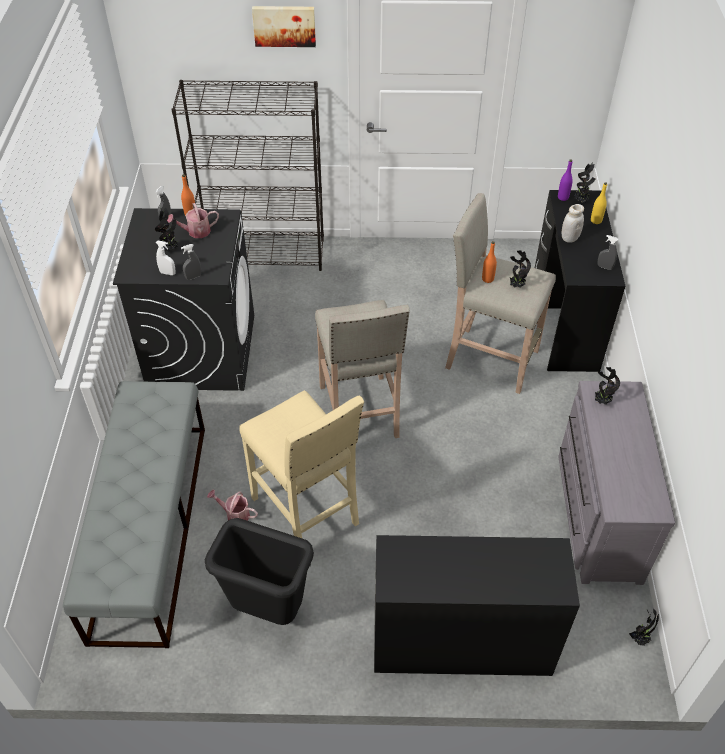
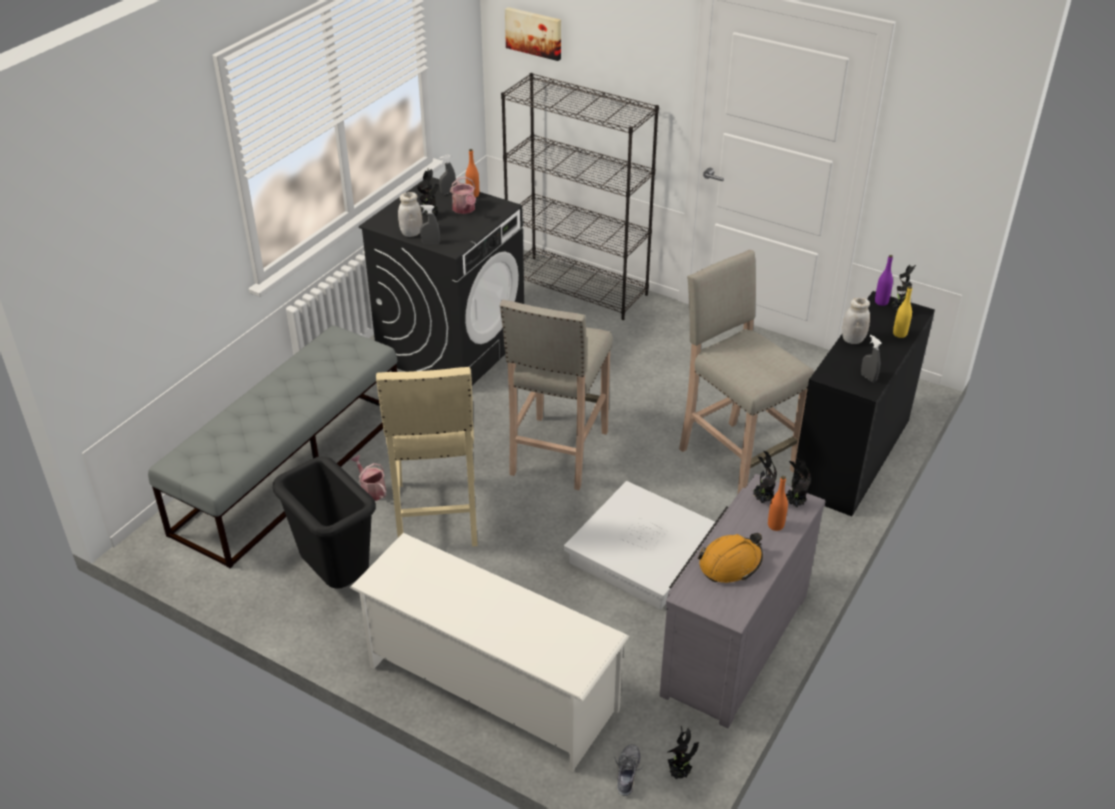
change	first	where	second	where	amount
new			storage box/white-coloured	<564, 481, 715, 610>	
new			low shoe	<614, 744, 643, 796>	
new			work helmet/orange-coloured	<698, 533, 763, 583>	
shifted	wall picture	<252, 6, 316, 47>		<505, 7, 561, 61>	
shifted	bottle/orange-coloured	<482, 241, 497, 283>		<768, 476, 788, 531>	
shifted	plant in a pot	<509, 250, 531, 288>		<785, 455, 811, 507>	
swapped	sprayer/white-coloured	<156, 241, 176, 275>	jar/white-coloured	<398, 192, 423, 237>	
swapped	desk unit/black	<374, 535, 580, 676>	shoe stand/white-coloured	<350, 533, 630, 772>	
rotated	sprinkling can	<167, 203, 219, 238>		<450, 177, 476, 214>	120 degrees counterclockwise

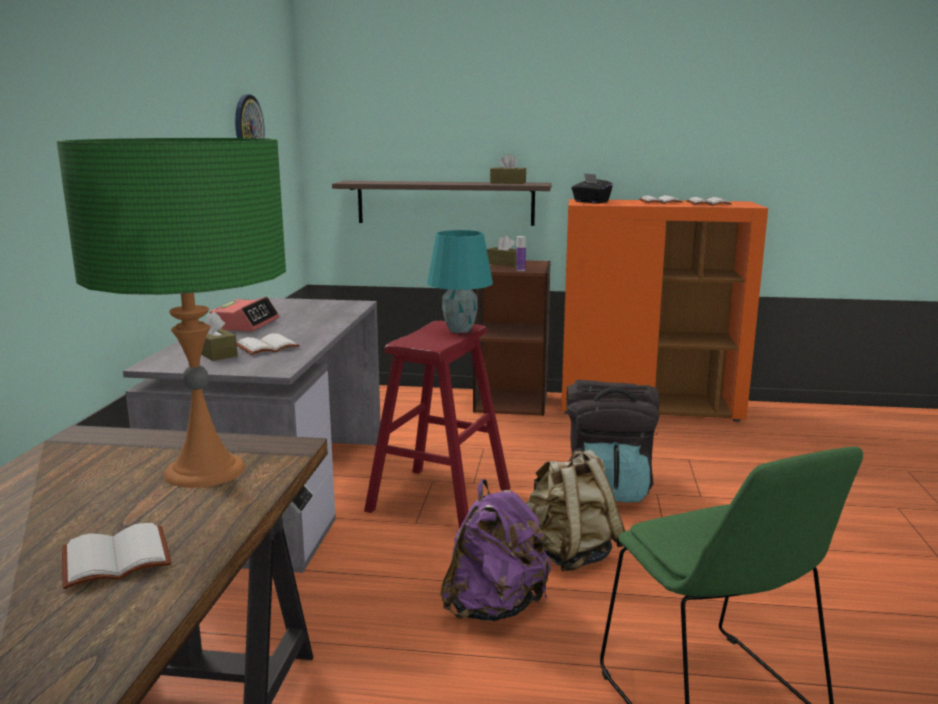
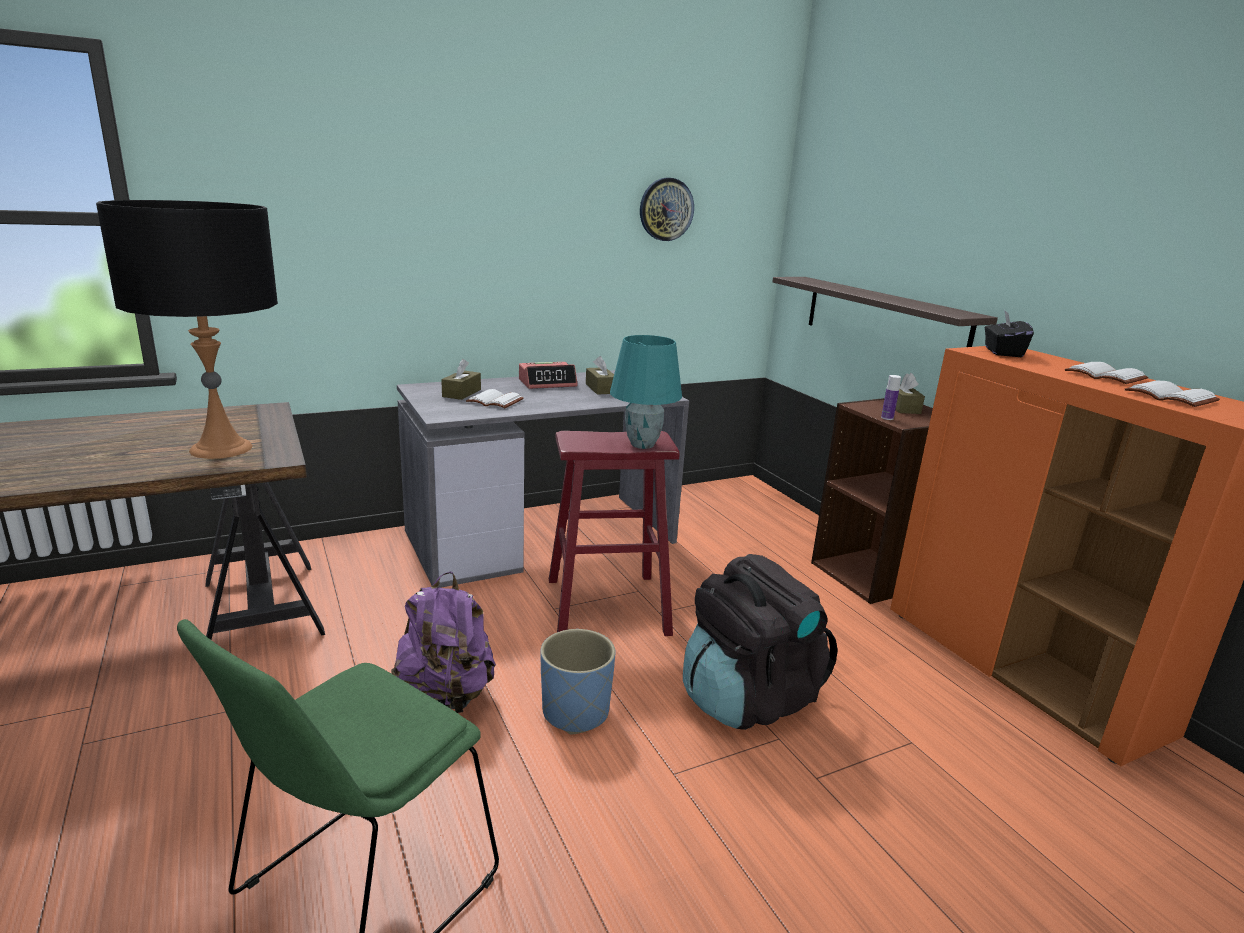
change	first	where	second	where	amount
gone	bound book/white-coloured	<62, 523, 171, 589>			
shifted	tissue holder/brown-coloured	<490, 154, 526, 184>		<586, 356, 614, 395>	
swapped	rucksack/sand-coloured	<525, 450, 625, 571>	plant pot/blue-coloured	<540, 629, 616, 735>	
repainted	lamp for a table/green	<57, 138, 286, 488>	lamp for a table/black	<96, 200, 278, 459>	

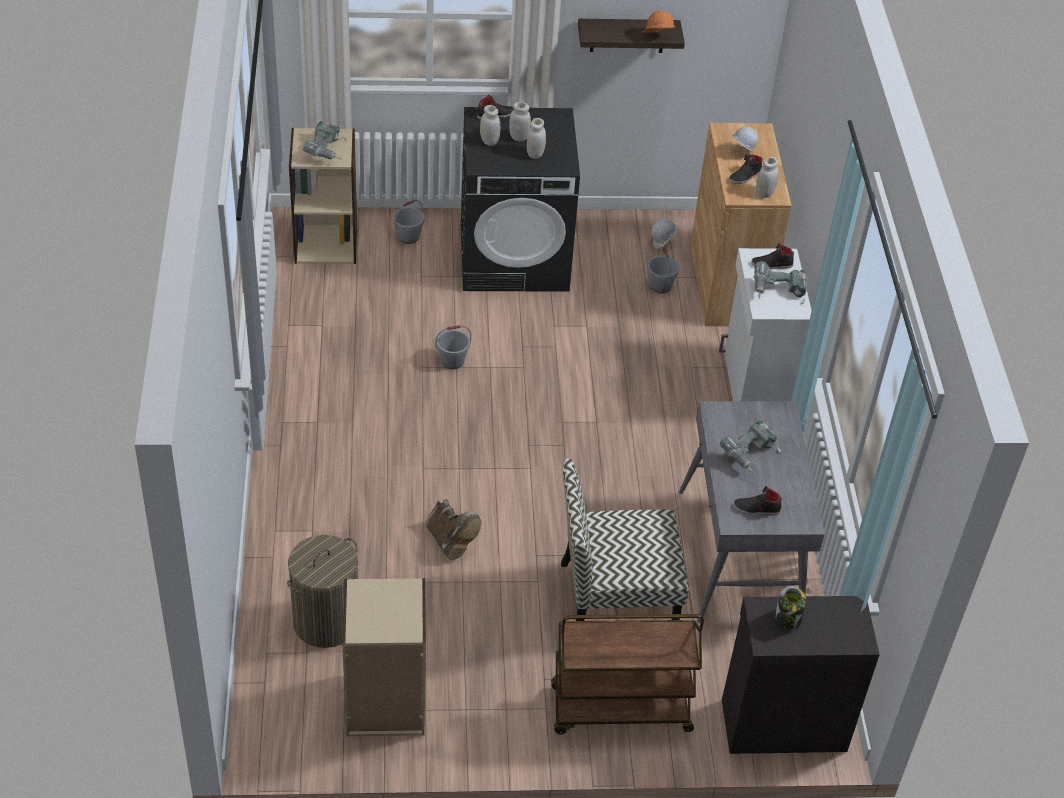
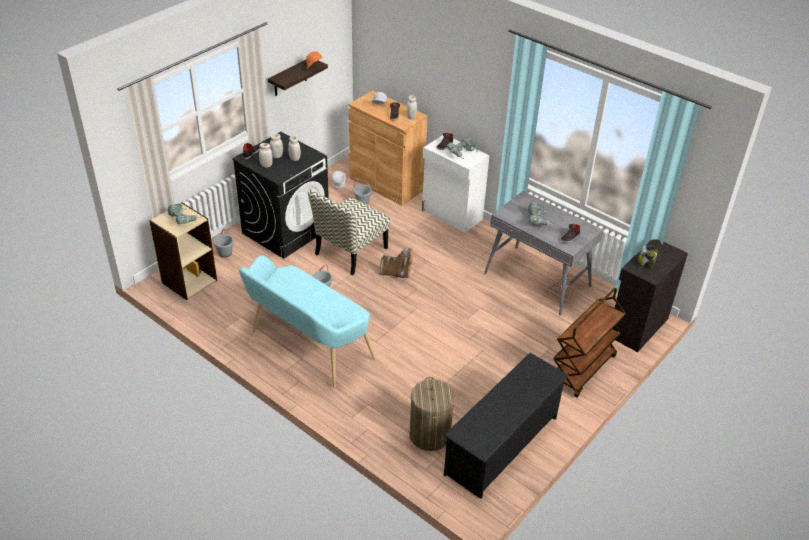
change	first	where	second	where	amount
new			indoor bench/turquoise-coloured	<239, 256, 376, 388>	
shifted	boot/brown-coloured	<426, 499, 482, 560>		<380, 248, 413, 278>	
shifted	upright chair	<561, 459, 689, 621>		<308, 190, 390, 275>	
swapped	bookcase/sand-coloured	<342, 578, 426, 737>	shoe stand/black	<444, 353, 569, 499>	

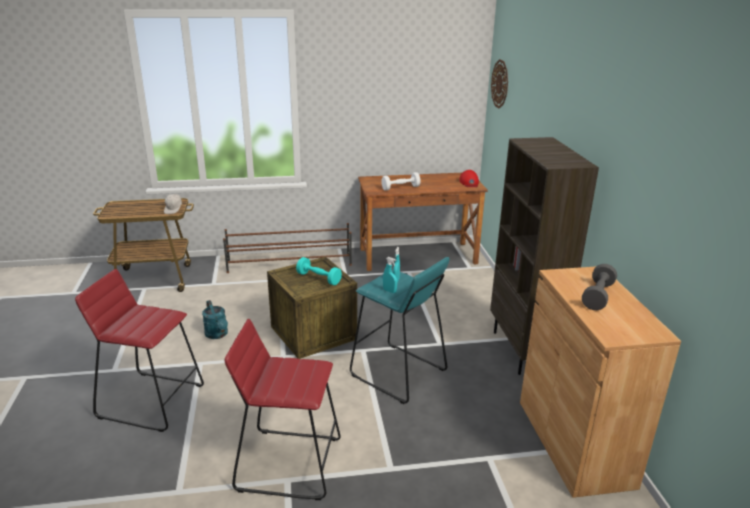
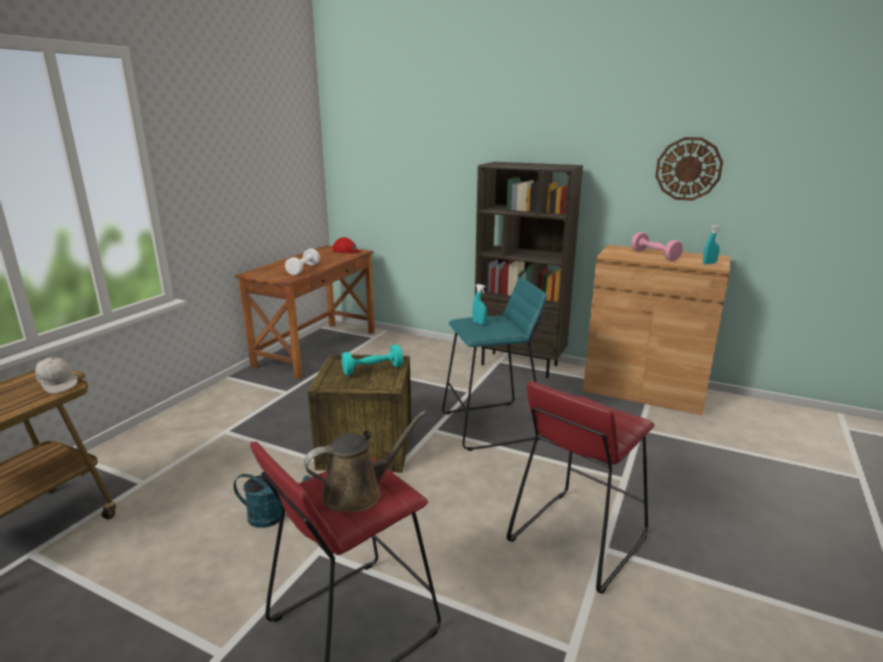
change	first	where	second	where	amount
gone	shoe stand/brown-coloured	<223, 223, 352, 273>			
new			sprinkling can/brown-coloured	<304, 411, 427, 512>	
shifted	sprayer/turquoise-coloured	<383, 257, 397, 293>		<703, 224, 722, 264>	
shifted	hanging clock	<491, 59, 508, 108>		<655, 137, 723, 201>	
repainted	free weight/greyish	<582, 264, 617, 310>	free weight/pinkish	<631, 232, 683, 261>	

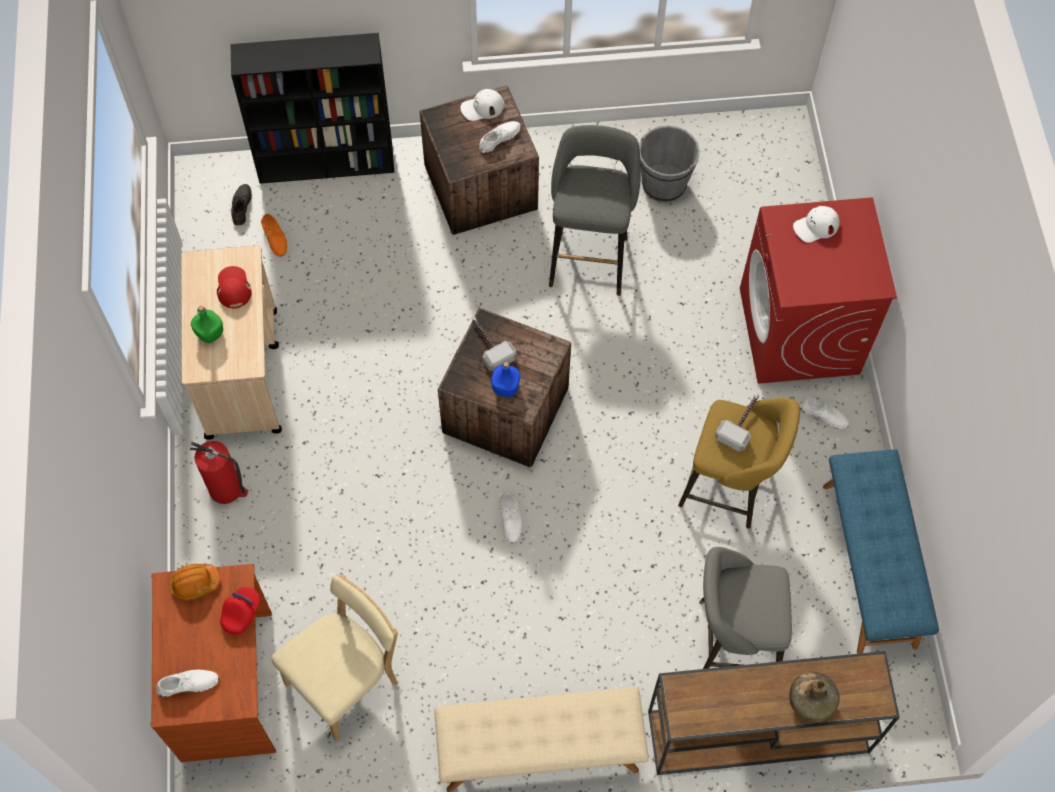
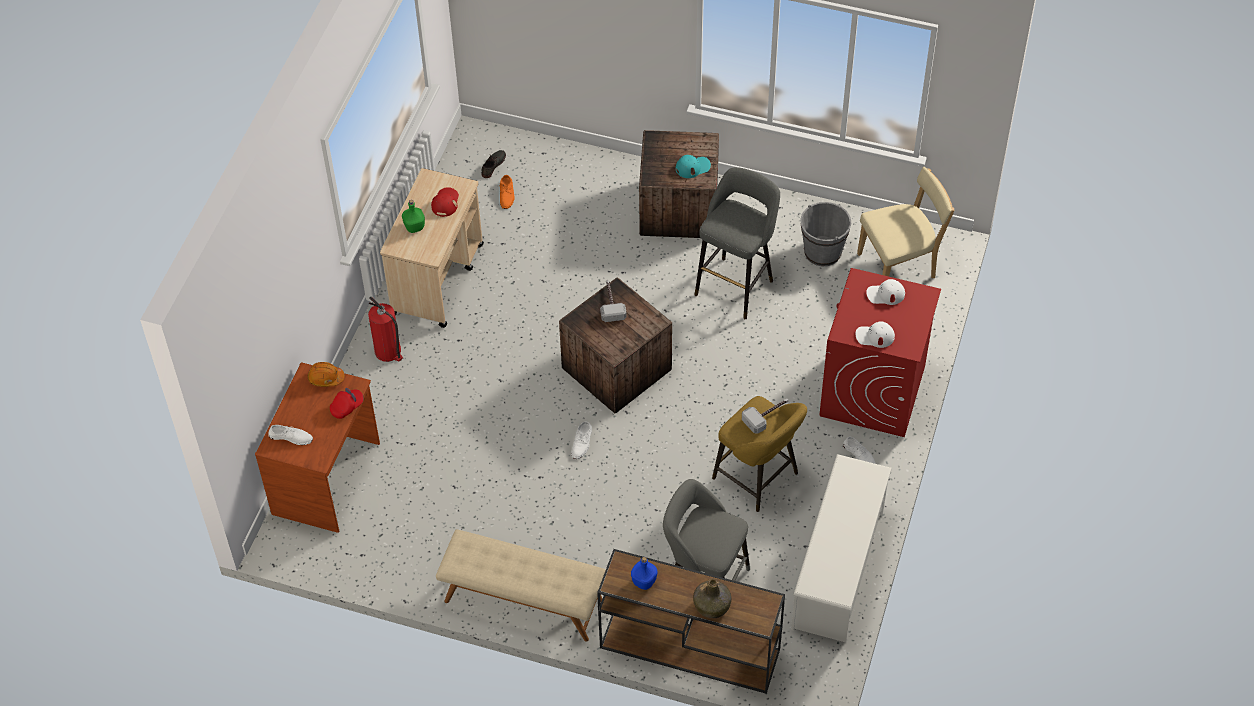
change	first	where	second	where	amount
gone	bookcase/black	<231, 33, 394, 184>			
shifted	upright chair/sand-coloured	<272, 574, 398, 741>		<857, 167, 955, 278>	
shifted	cap/white-coloured	<461, 89, 504, 121>		<855, 321, 895, 348>	
shifted	bottle/blue-coloured	<491, 362, 520, 397>		<631, 557, 657, 590>	
swapped	low shoe/white-coloured	<479, 121, 521, 154>	cap/turquoise-coloured	<676, 155, 711, 178>	
swapped	indoor bench/blue-coloured	<823, 449, 939, 654>	shoe stand/white-coloured	<791, 454, 892, 642>	

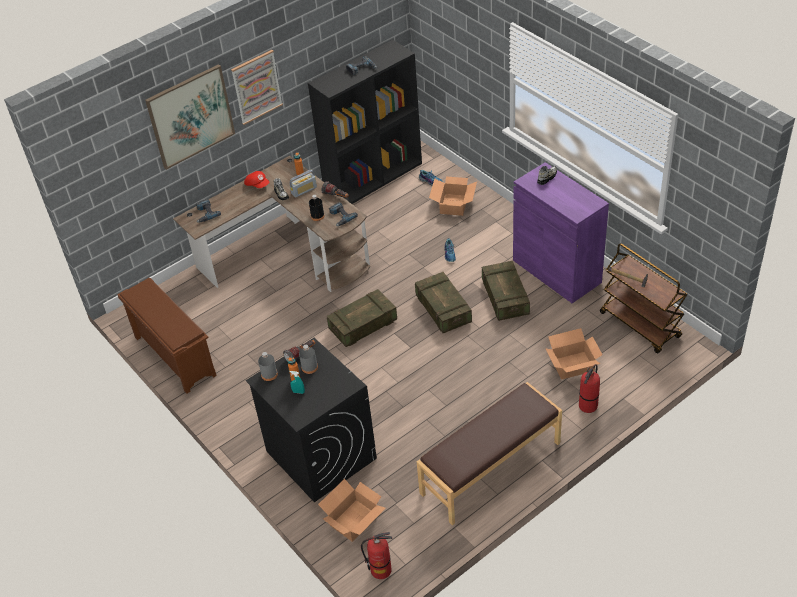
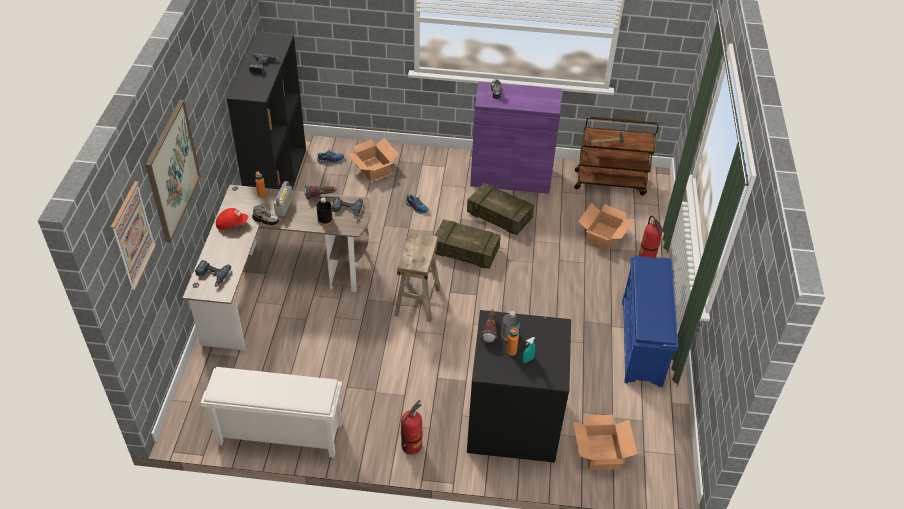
change	first	where	second	where	amount
gone	bottle/greyish	<258, 352, 278, 381>			
shifted	wall picture	<231, 50, 283, 125>		<111, 181, 156, 291>	
shifted	extinguisher	<361, 532, 392, 579>		<401, 400, 423, 455>	
swapped	crate	<327, 289, 397, 347>	sitting stool/sand-coloured	<394, 232, 440, 322>	
swapped	indoor bench/brown-coloured	<417, 382, 562, 525>	shoe stand/blue-coloured	<622, 256, 678, 387>	
repainted	shoe stand/brown-coloured	<117, 278, 217, 394>	shoe stand/white-coloured	<200, 367, 342, 458>	

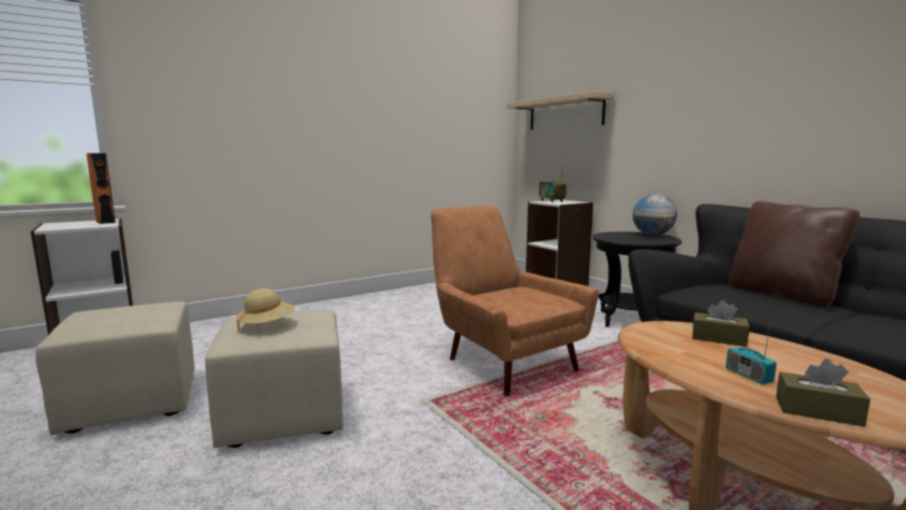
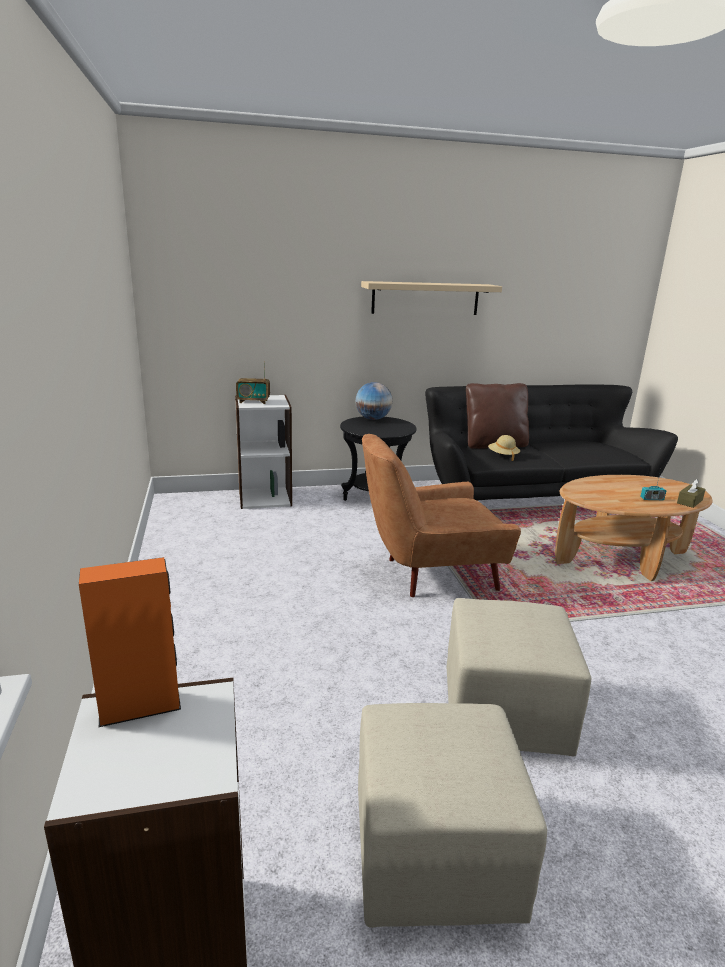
change	first	where	second	where	amount
gone	tissue holder/brown-coloured	<692, 300, 750, 347>			
shifted	clothing hat/sand-coloured	<236, 288, 295, 332>		<488, 435, 520, 461>	
shifted	shelf/sand-coloured	<507, 91, 615, 130>		<361, 281, 502, 315>	

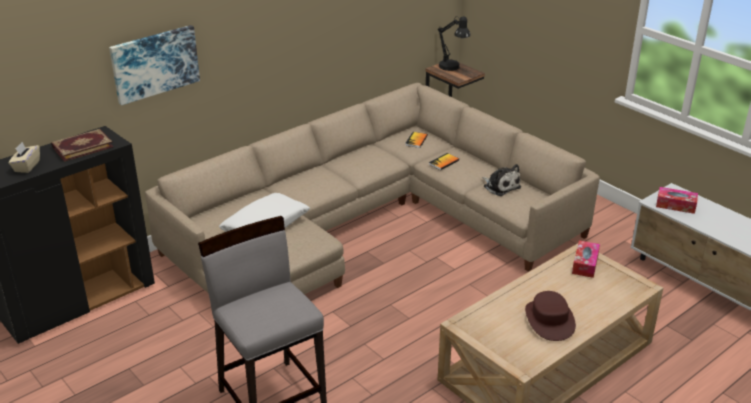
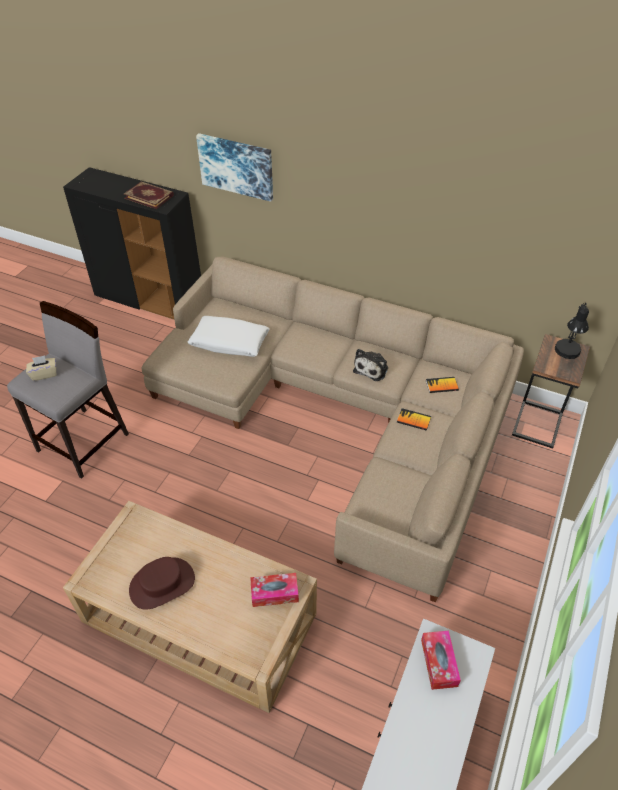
change	first	where	second	where	amount
shifted	tissue holder/sand-coloured	<9, 142, 40, 173>		<26, 355, 56, 381>	
shifted	cuddly toy	<482, 164, 521, 196>		<353, 349, 388, 381>	

